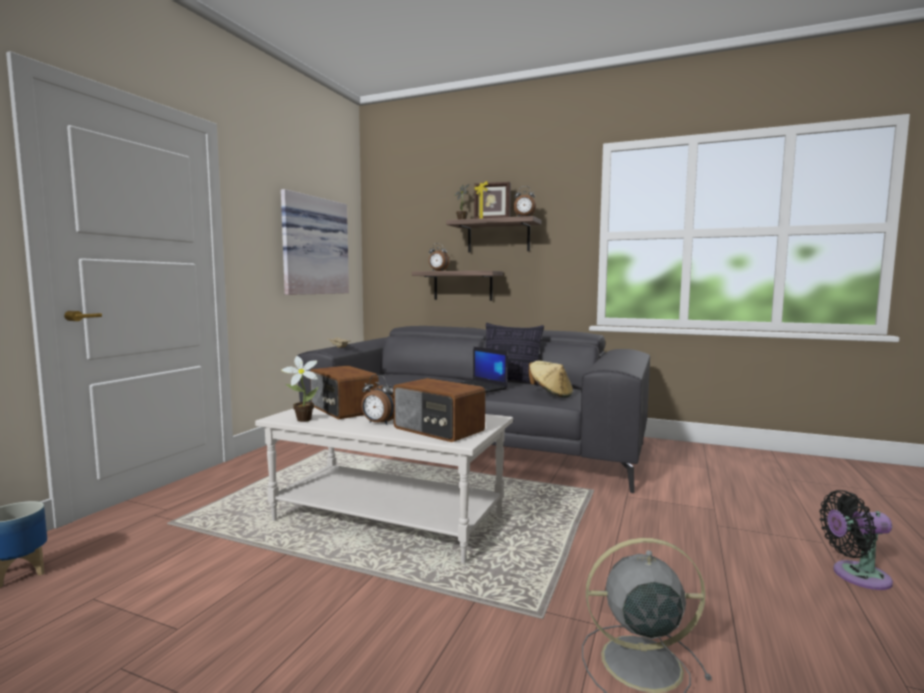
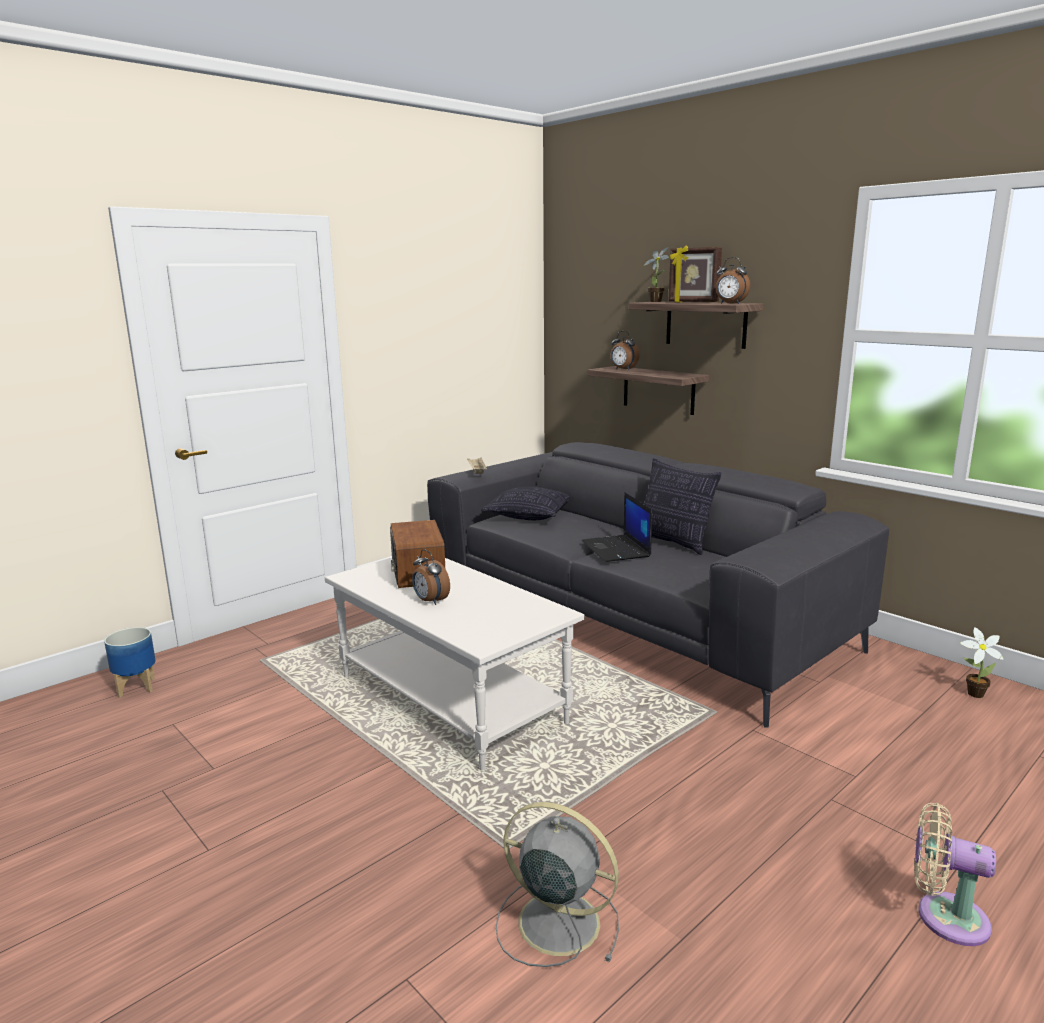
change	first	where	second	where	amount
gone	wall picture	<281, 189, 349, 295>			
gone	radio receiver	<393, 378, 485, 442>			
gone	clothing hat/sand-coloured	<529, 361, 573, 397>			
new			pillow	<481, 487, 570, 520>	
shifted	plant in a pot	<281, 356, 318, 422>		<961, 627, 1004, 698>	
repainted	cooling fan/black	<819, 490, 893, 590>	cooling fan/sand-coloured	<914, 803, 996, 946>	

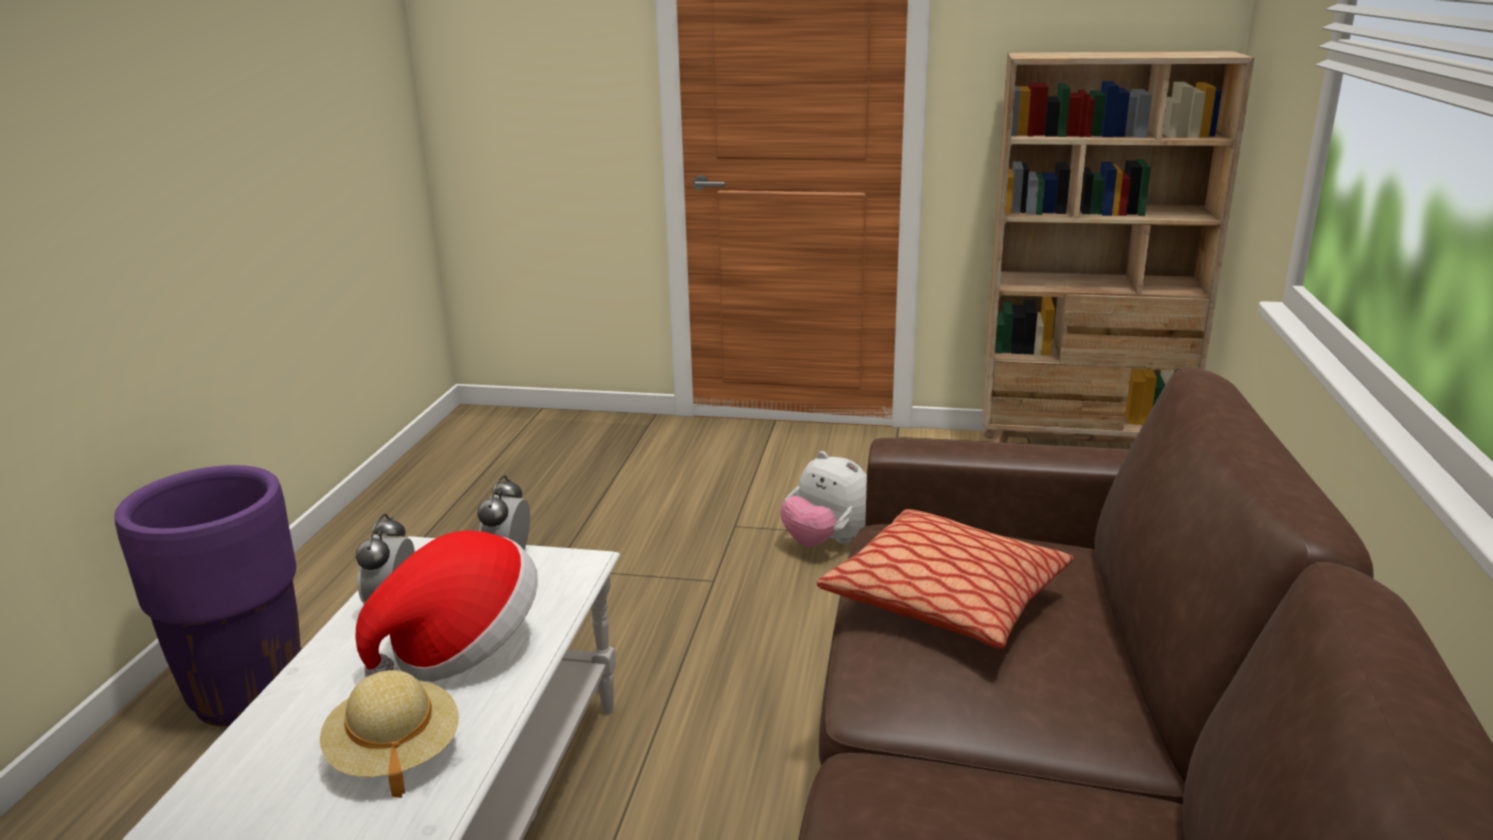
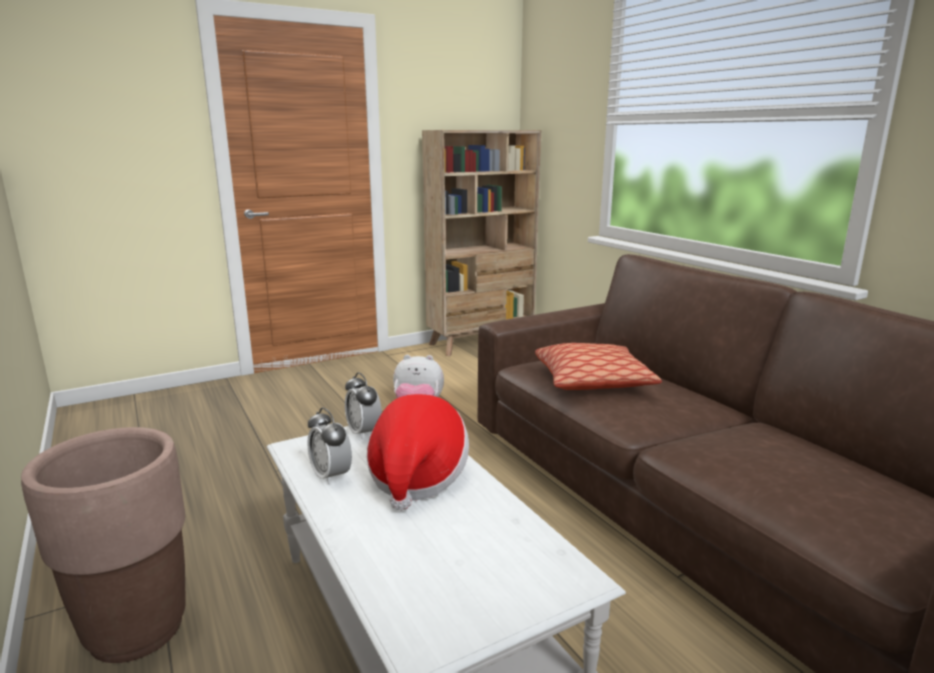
change	first	where	second	where	amount
gone	clothing hat/sand-coloured	<320, 670, 459, 798>			
repainted	plant pot/purple-coloured	<114, 465, 301, 727>	plant pot/brown-coloured	<21, 427, 186, 663>	

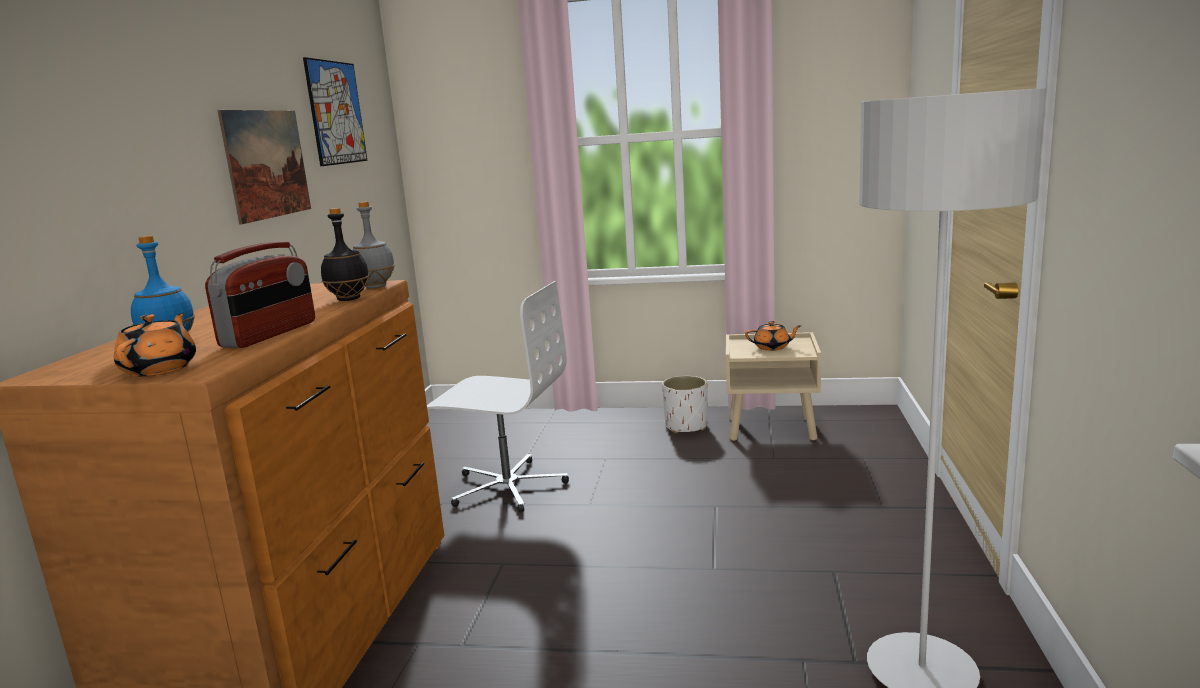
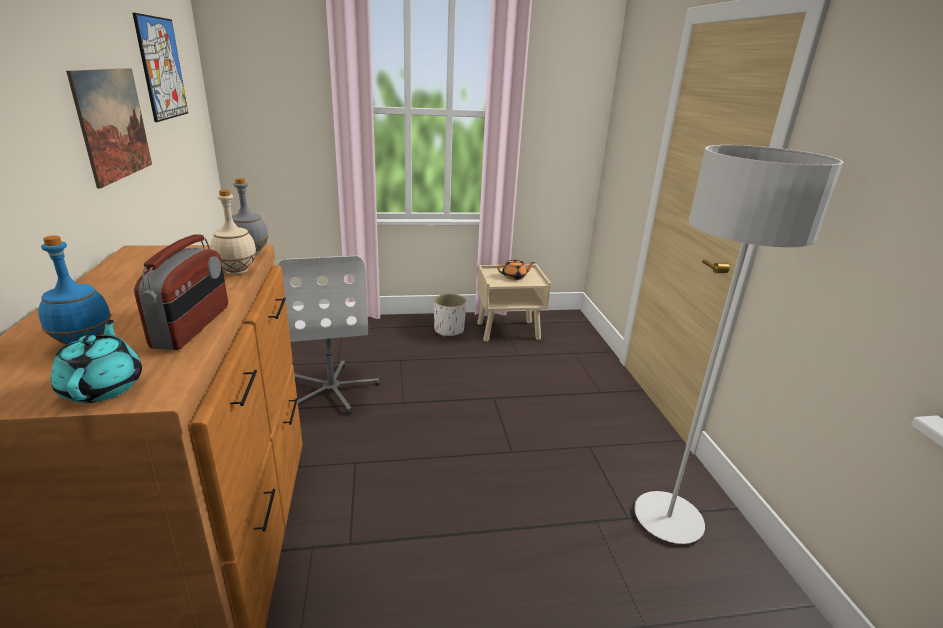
change	first	where	second	where	amount
repainted	teapot/orange-coloured	<114, 312, 196, 376>	teapot/turquoise-coloured	<51, 320, 142, 403>	
repainted	bottle/black	<321, 208, 369, 301>	bottle/sand-coloured	<210, 189, 257, 275>	
rotated	office chair/white-coloured	<427, 281, 569, 513>		<278, 256, 380, 414>	75 degrees clockwise

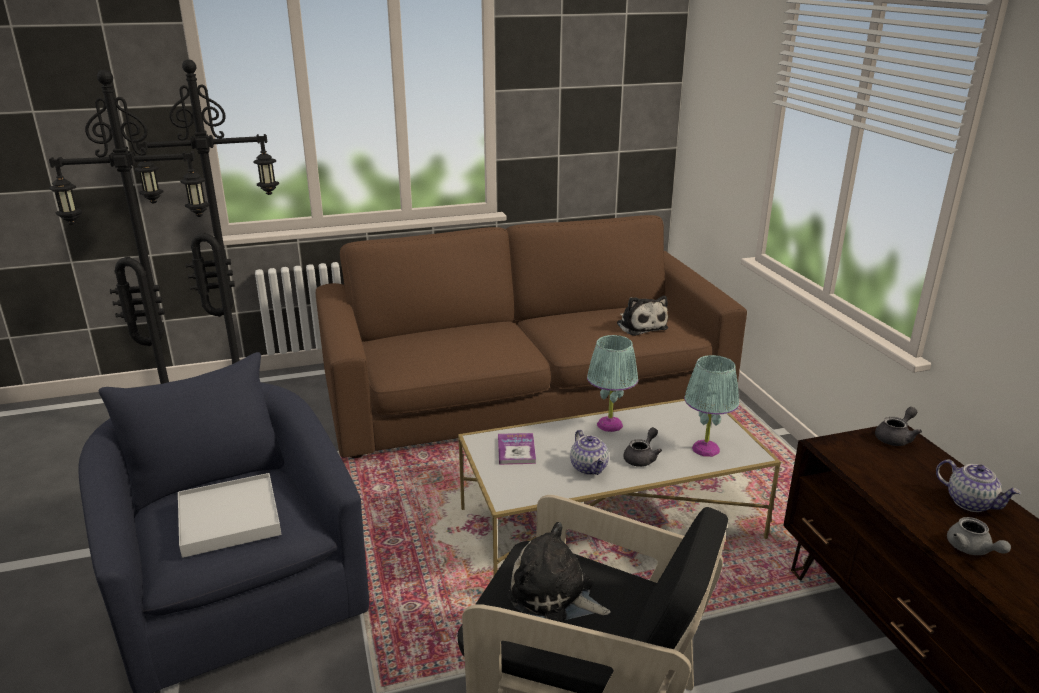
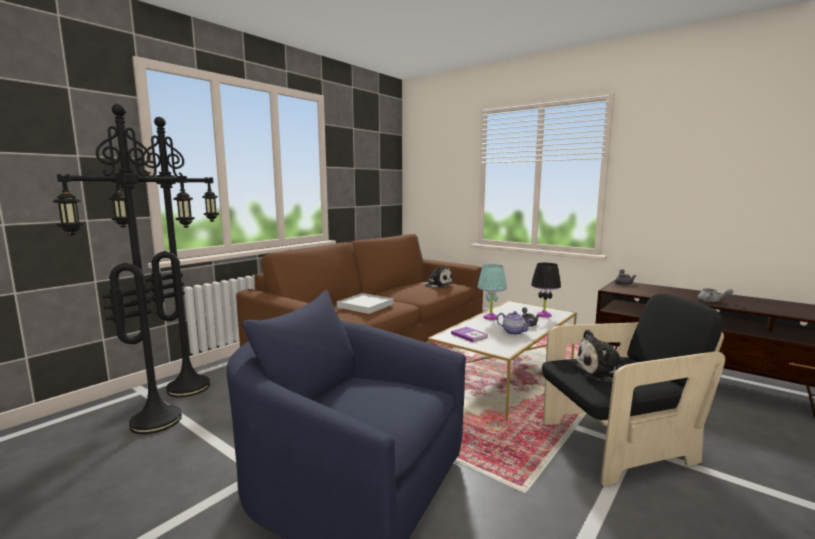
change	first	where	second	where	amount
gone	teapot	<936, 459, 1021, 512>			
shifted	tray/white-coloured	<178, 473, 282, 558>		<337, 293, 394, 314>	
repainted	lamp for a table/turquoise-coloured	<684, 355, 739, 457>	lamp for a table/black	<531, 263, 561, 318>	

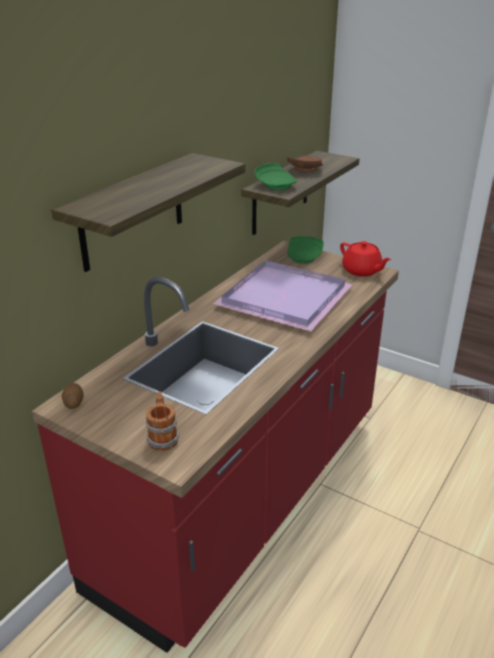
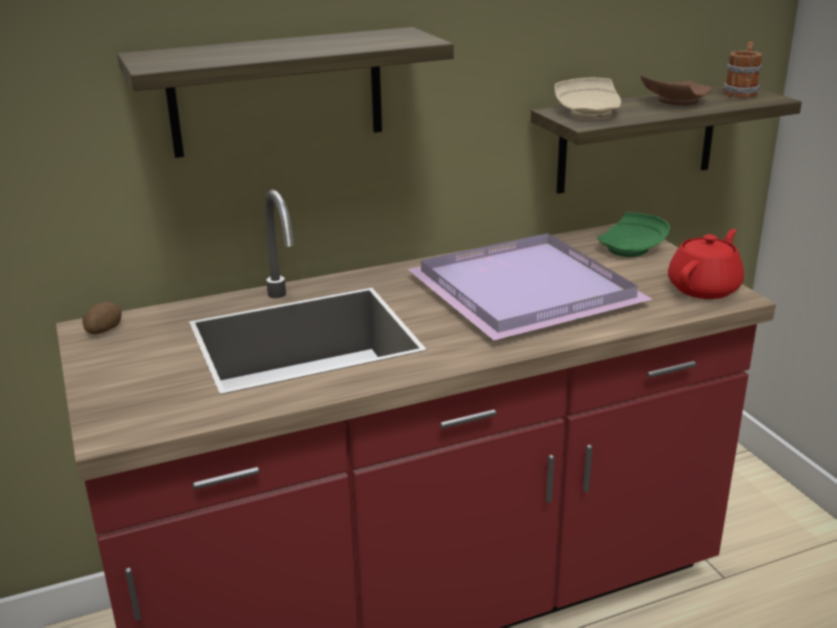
change	first	where	second	where	amount
shifted	coffee mug	<146, 392, 179, 451>		<724, 41, 762, 98>	
repainted	dinner plate/green	<255, 163, 297, 190>	dinner plate/sand-coloured	<554, 78, 621, 120>	
rotated	teapot/red	<340, 241, 391, 277>		<668, 229, 744, 299>	135 degrees counterclockwise

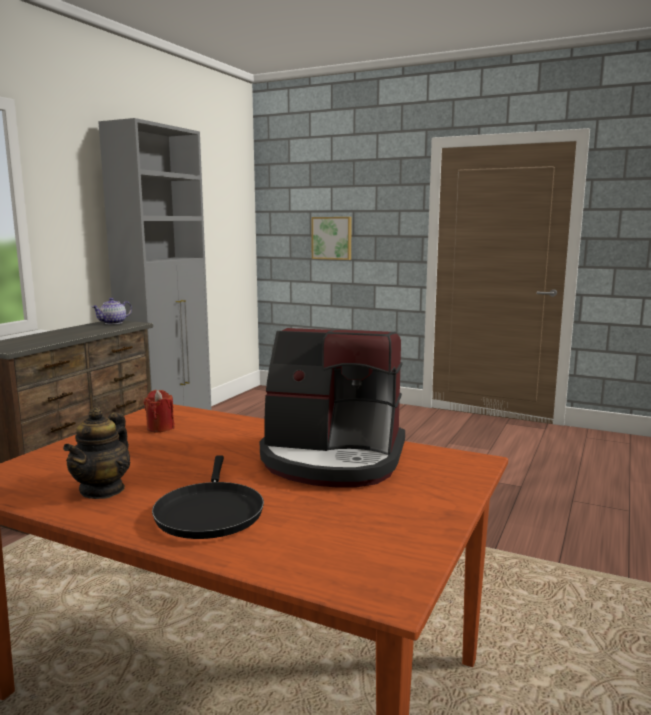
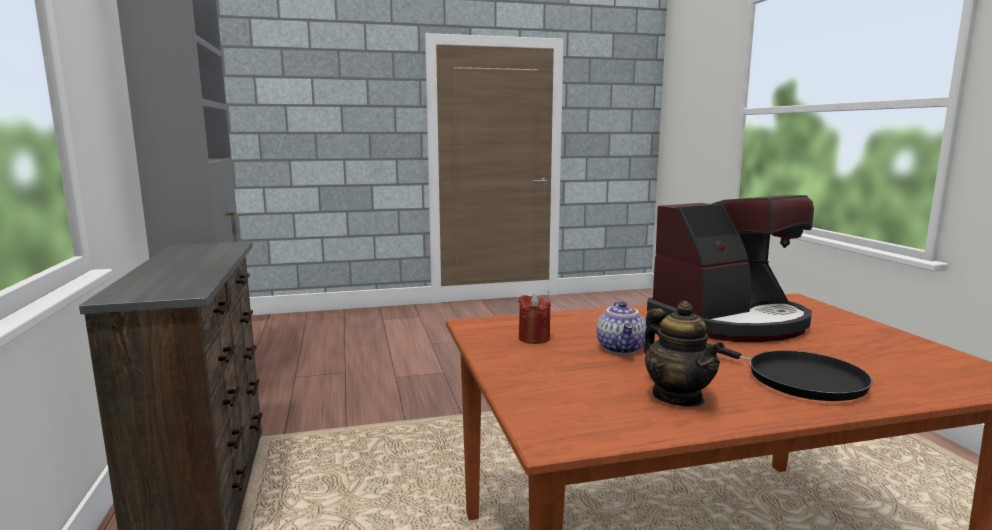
change	first	where	second	where	amount
gone	wall picture	<311, 217, 352, 260>			
shifted	teapot	<92, 298, 132, 324>		<597, 301, 647, 355>	

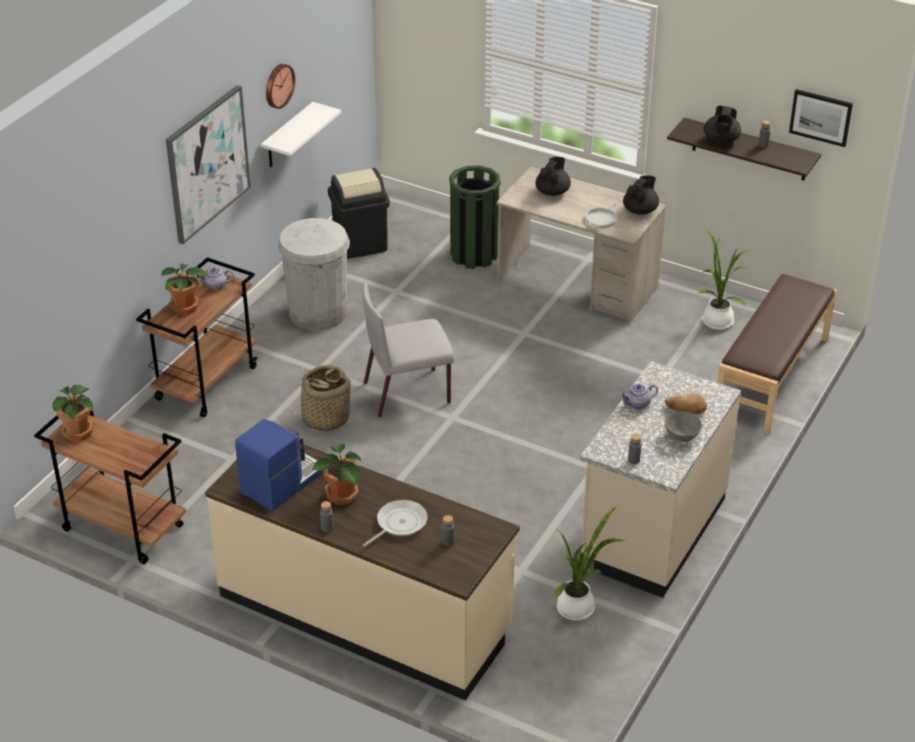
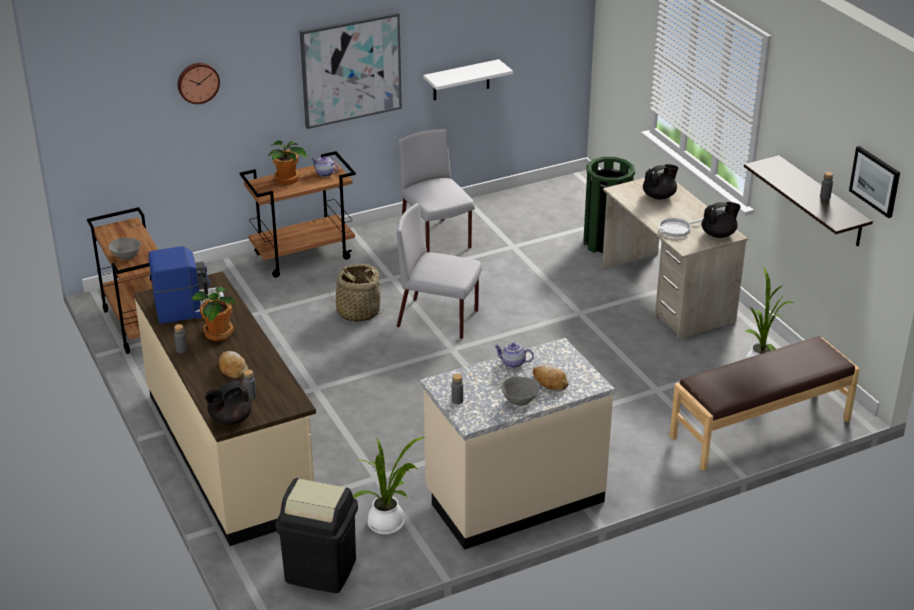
change	first	where	second	where	amount
gone	plant in a pot	<52, 385, 93, 441>			
new			deep dish/greyish	<109, 238, 141, 260>	
shifted	hanging clock	<266, 64, 295, 109>		<178, 63, 220, 104>	
shifted	waste bin/black	<328, 168, 390, 259>		<275, 478, 358, 593>	
shifted	teapot/black	<704, 106, 741, 144>		<205, 380, 252, 425>	
swapped	waste bin/white-coloured	<278, 218, 350, 331>	upright chair/greyish	<398, 129, 475, 252>	
swapped	frying pan	<363, 500, 428, 547>	bakery bread	<219, 351, 248, 378>	

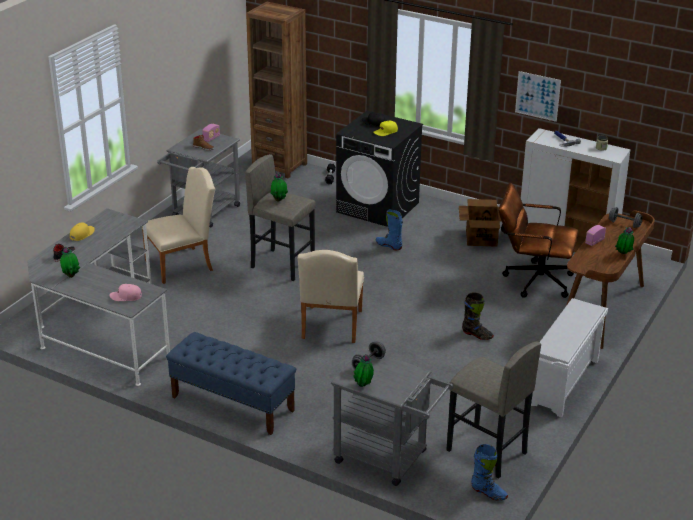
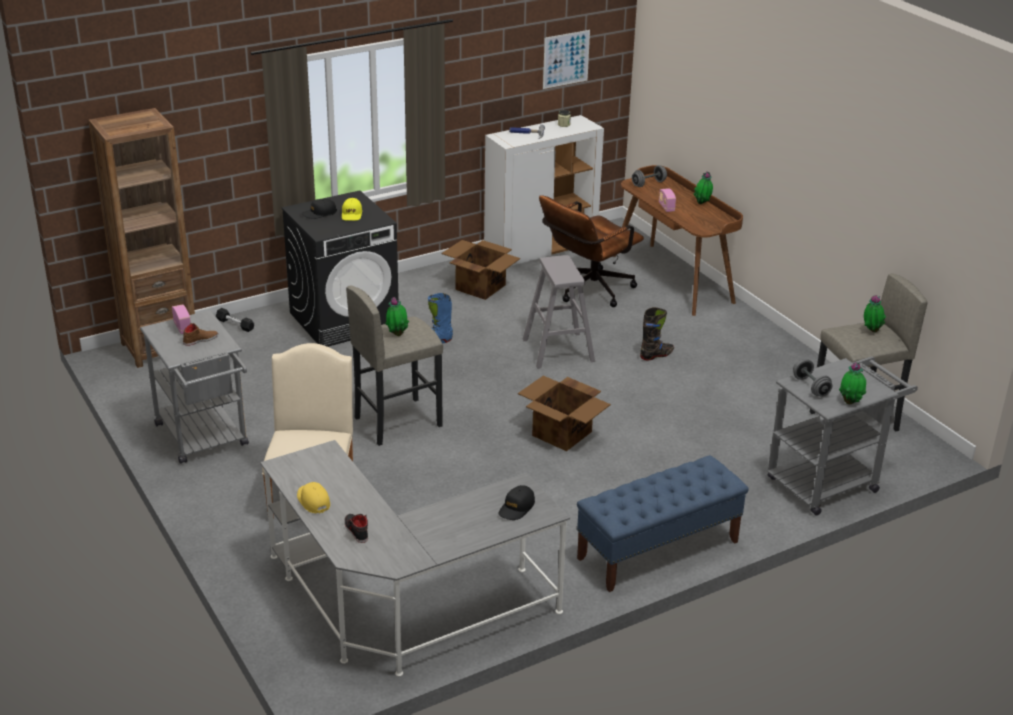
change	first	where	second	where	amount
gone	boot/blue-coloured	<471, 444, 508, 501>			
gone	shoe stand/white-coloured	<531, 298, 608, 418>			
new			sitting stool/greyish	<523, 255, 595, 369>	
shifted	plant in a pot	<60, 247, 80, 278>		<864, 295, 886, 332>	
shifted	wall picture	<515, 71, 561, 122>		<543, 30, 590, 89>	
swapped	upright chair/sand-coloured	<298, 250, 364, 343>	cardboard box	<518, 376, 611, 451>	
repainted	cap/pinkish	<110, 284, 142, 301>	cap/black	<499, 485, 535, 520>	

